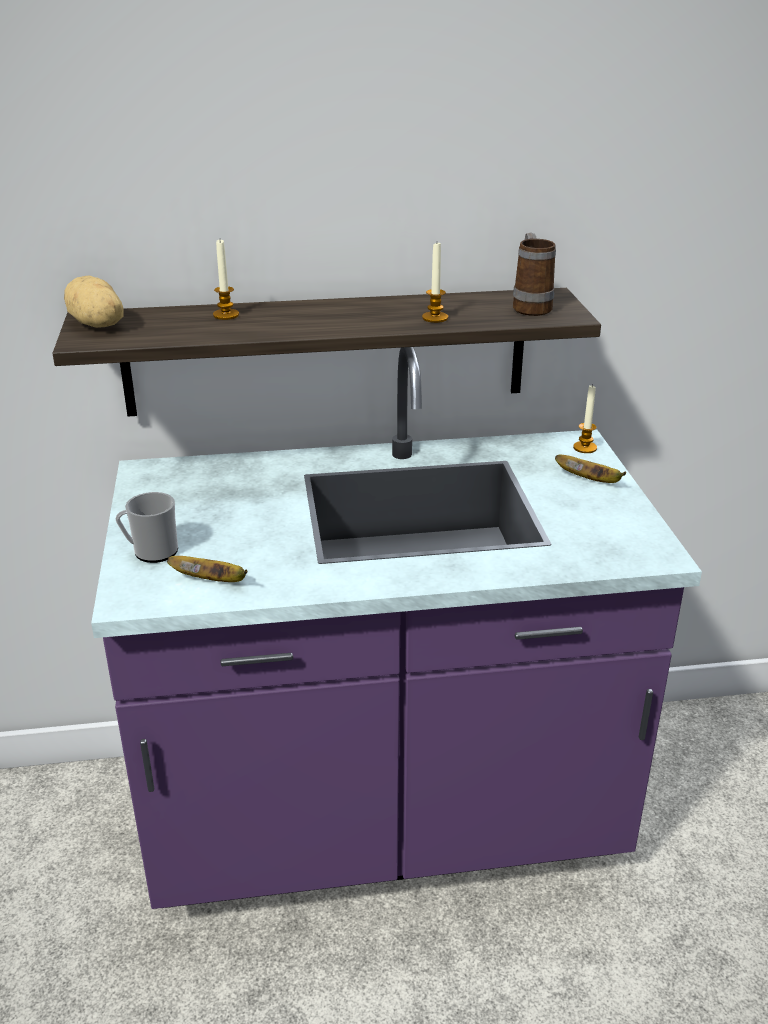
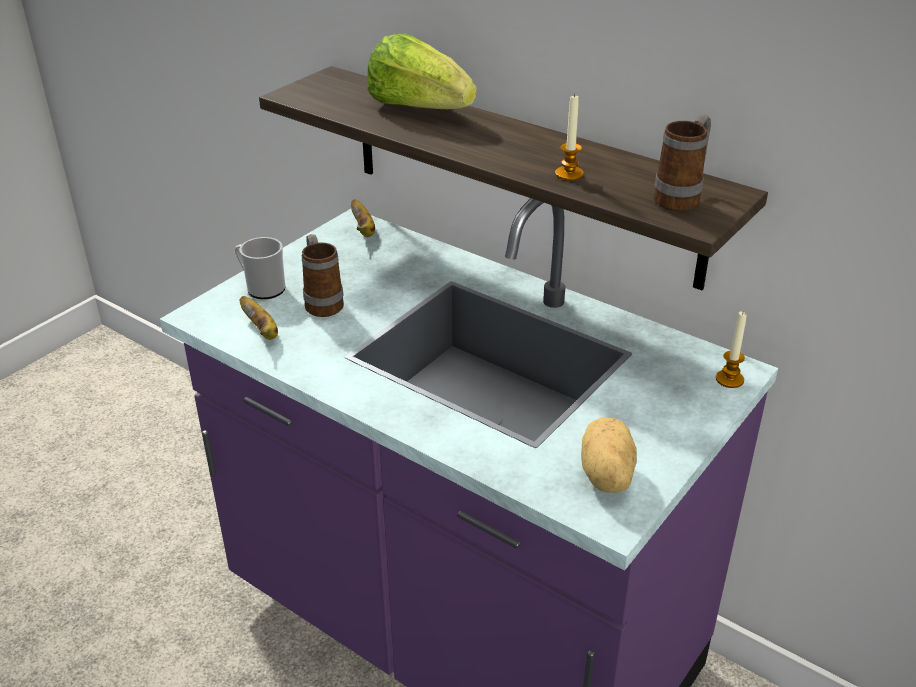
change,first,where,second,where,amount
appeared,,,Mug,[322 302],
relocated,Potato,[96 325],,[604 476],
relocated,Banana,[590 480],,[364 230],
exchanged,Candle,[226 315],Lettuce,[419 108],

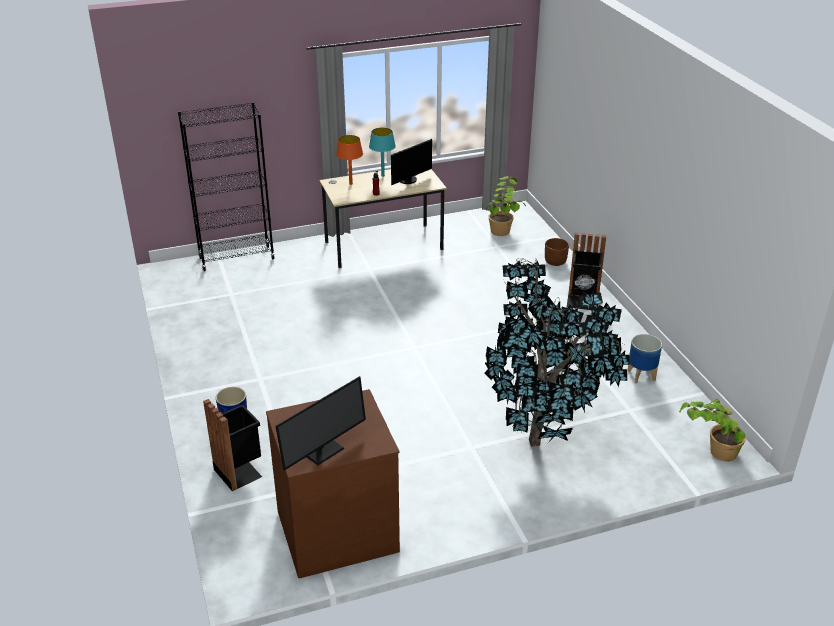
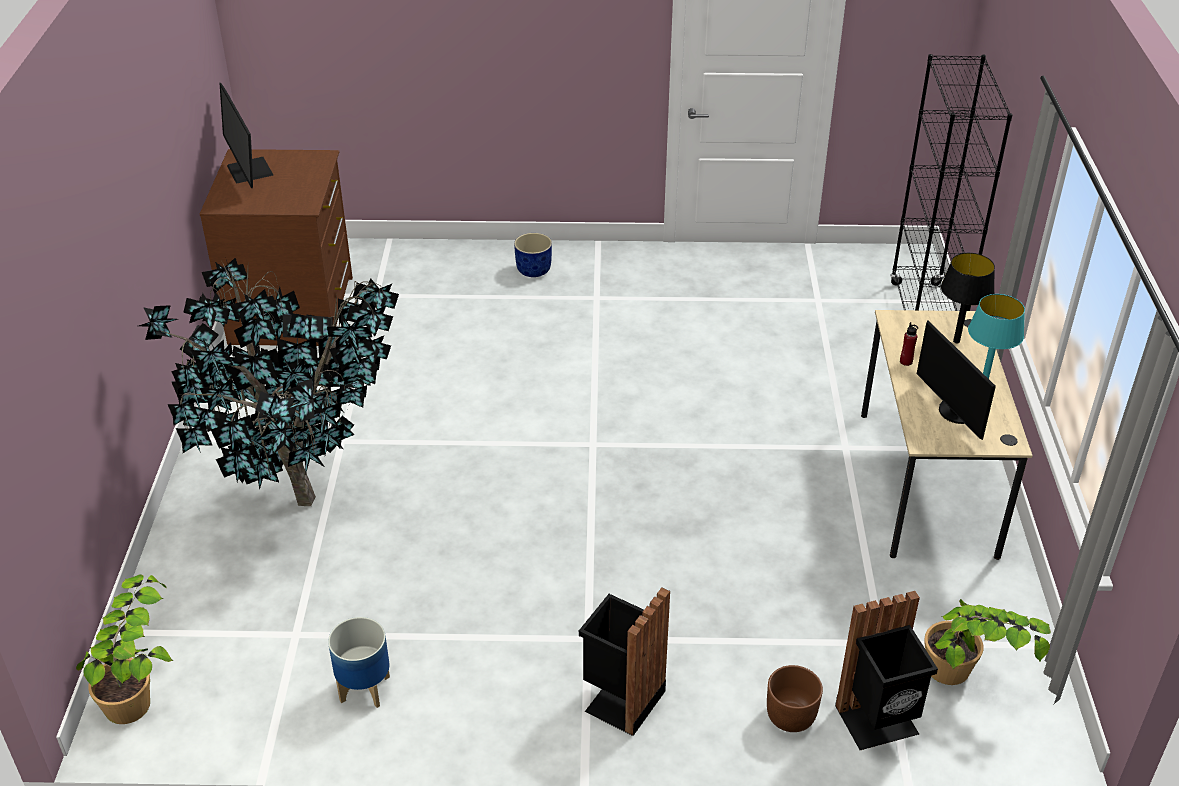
change,first,where,second,where,amount
relocated,BlackTrashCan,[239 472],,[879 722],
colour,OrangeTableLamp,[350 184],BlackTableLamp,[956 341],

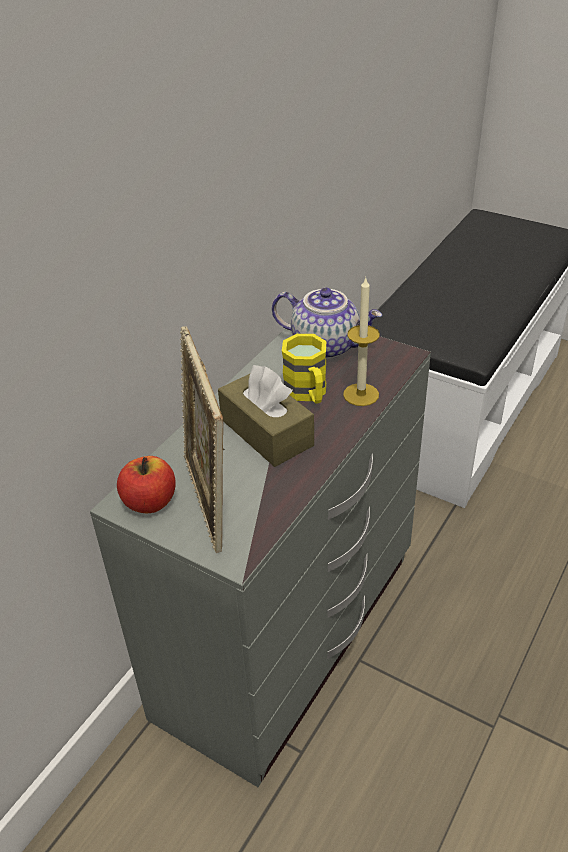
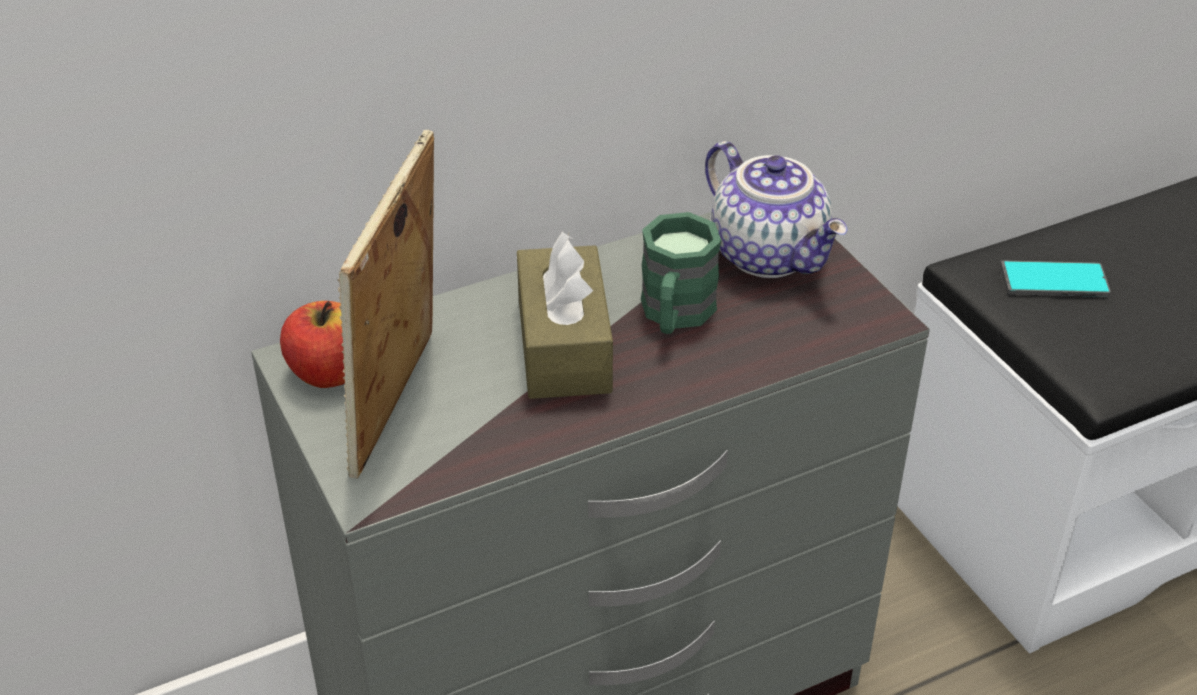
change,first,where,second,where,amount
missing,Candle,[361 394],,,
appeared,,,Phone,[1054 280],
colour,YellowMug,[308 393],GreenMug,[675 315],

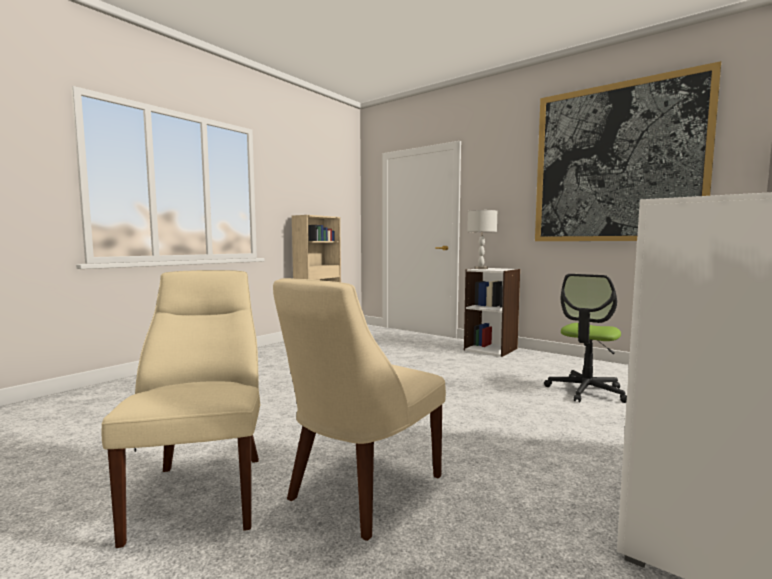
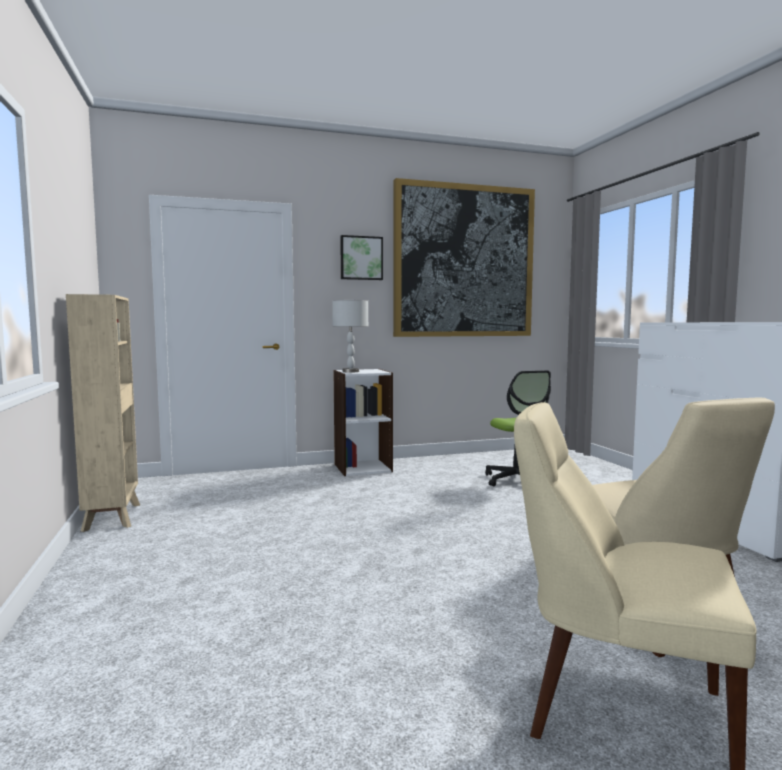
change,first,where,second,where,amount
appeared,,,Picture,[361 258],

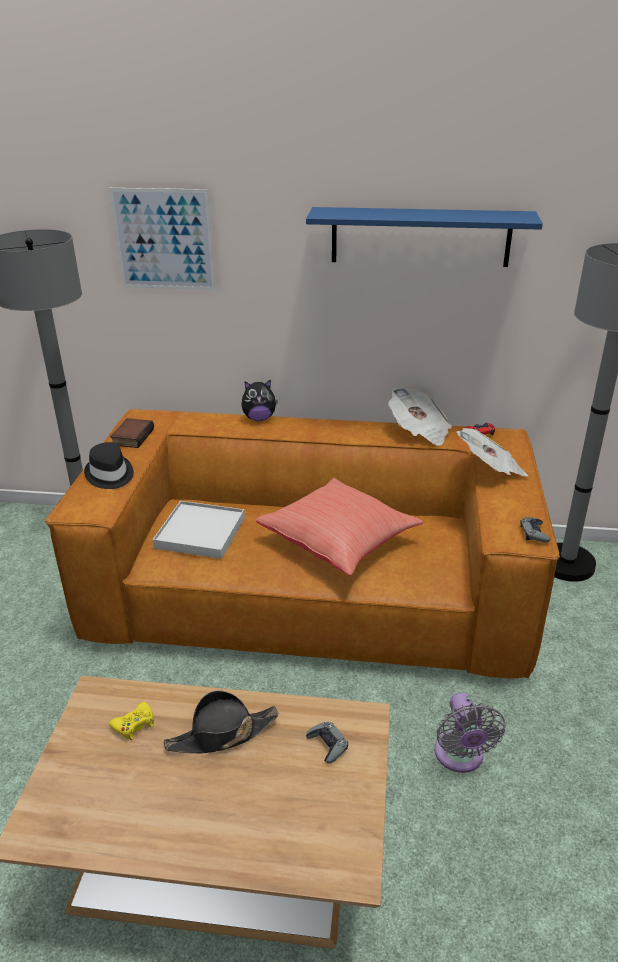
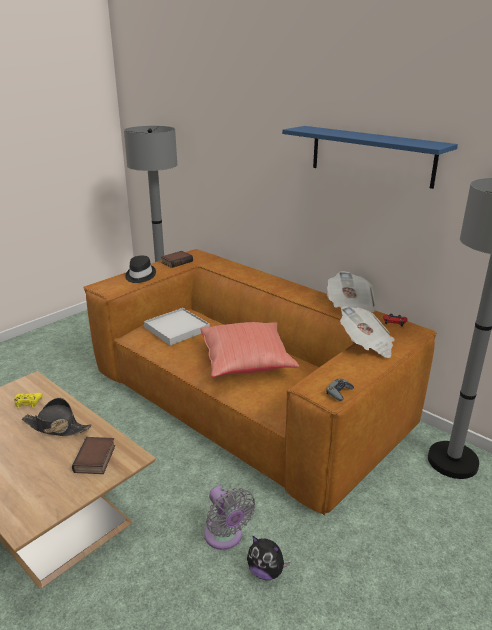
change,first,where,second,where,amount
missing,Picture,[163 240],,,
relocated,PlushToy,[259 418],,[266 571],
exchanged,GreyGameController,[327 744],Book,[96 459],
spun,GreyFan,[460 757],,[225 537],60 degrees counterclockwise

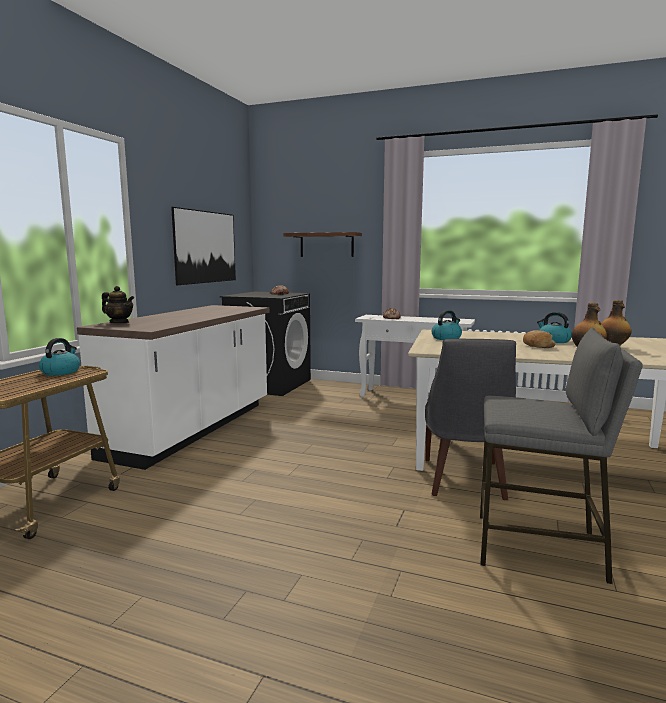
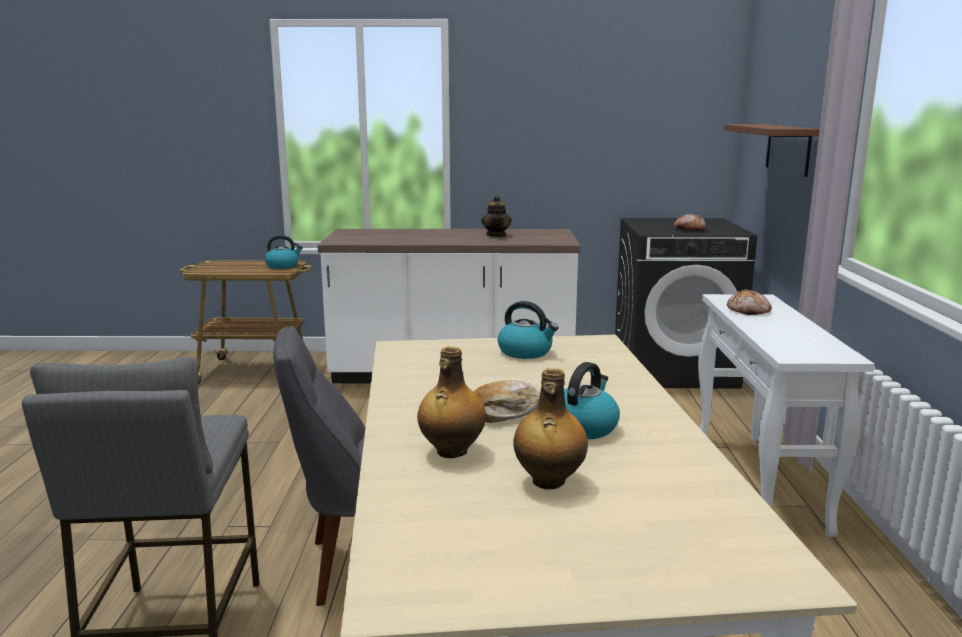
change,first,where,second,where,amount
missing,Picture,[206 247],,,
relocated,Teapot,[119 323],,[496 235],

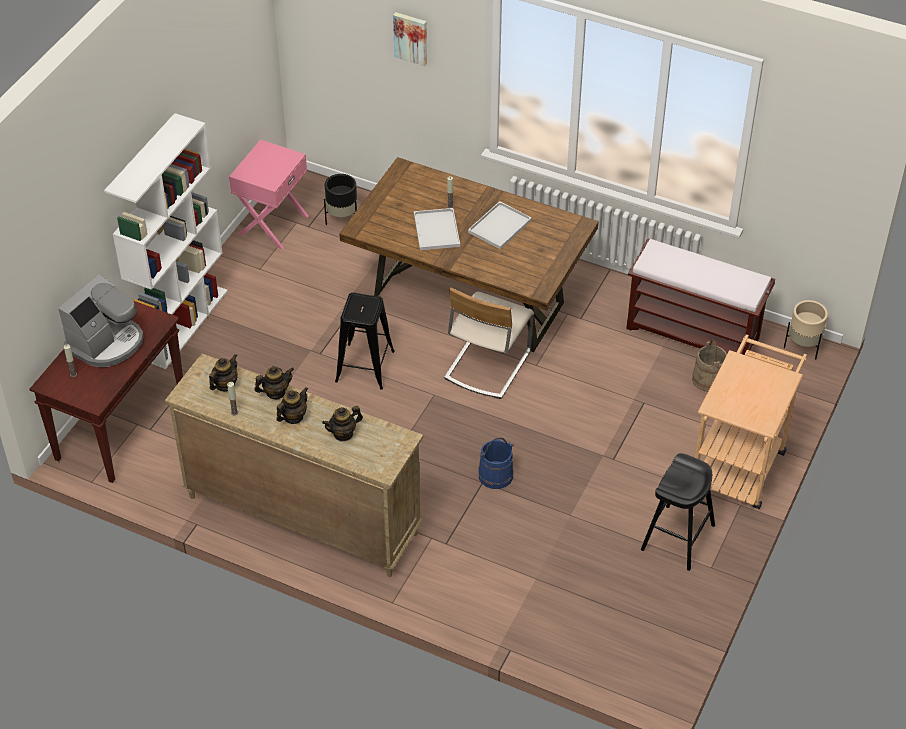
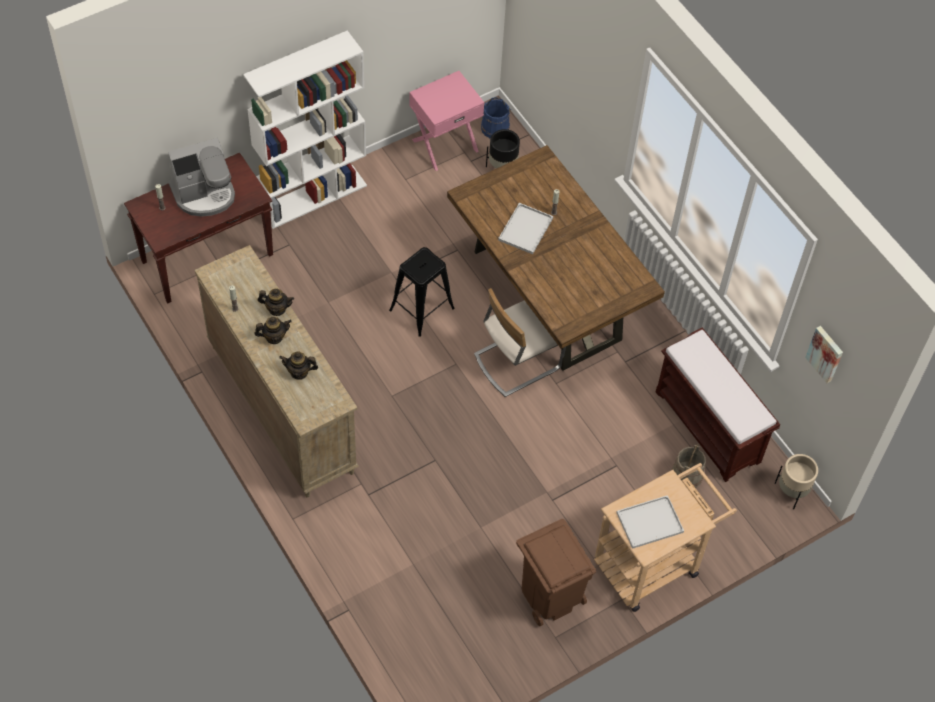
change,first,where,second,where,amount
missing,Teapot,[225 385],,,
relocated,Picture,[411 37],,[825 353],
relocated,WhiteTray,[499 227],,[649 523],
relocated,BlueBucket,[495 475],,[495 128],
exchanged,BlackStool,[678 537],BrownTrashCan,[549 596],

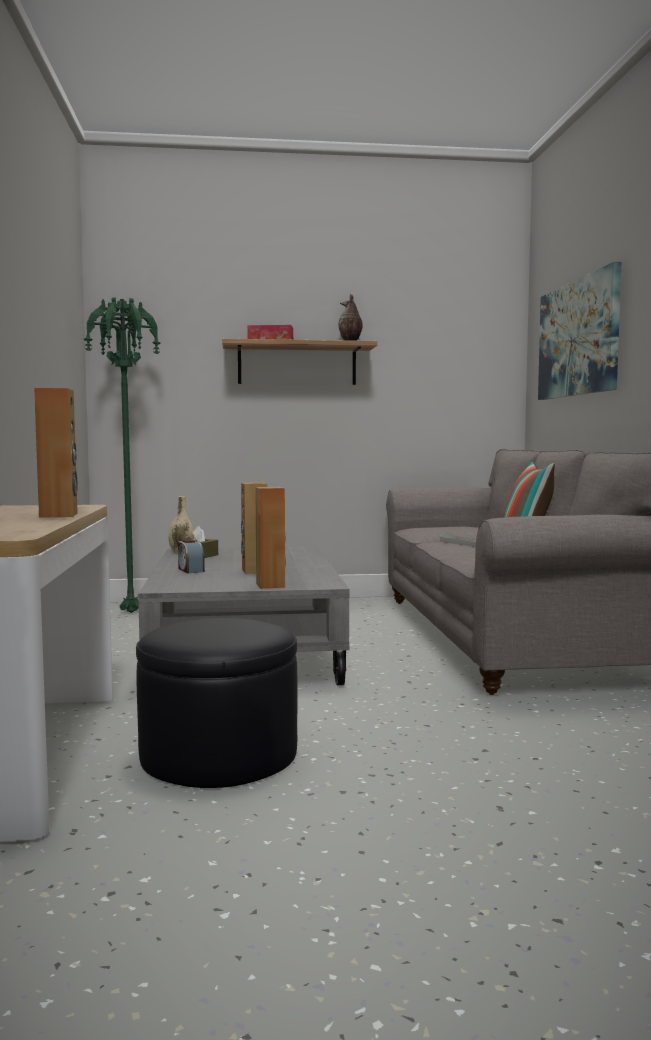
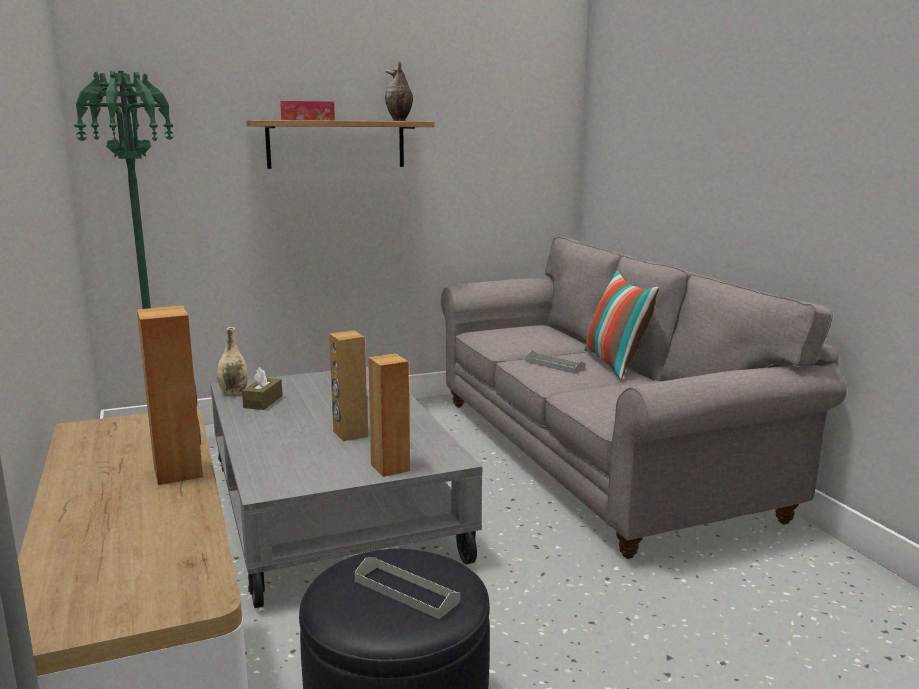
change,first,where,second,where,amount
missing,AlarmClock,[190 570],,,
missing,Picture,[578 338],,,
appeared,,,GreyTray,[406 591],

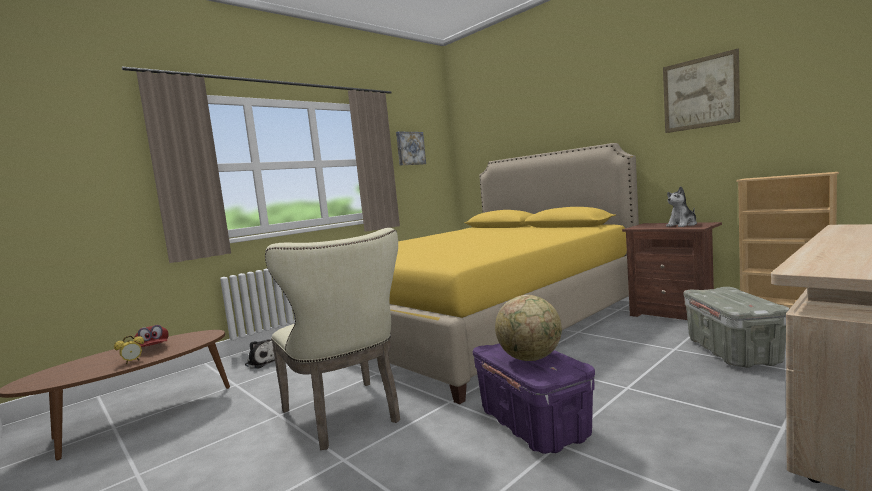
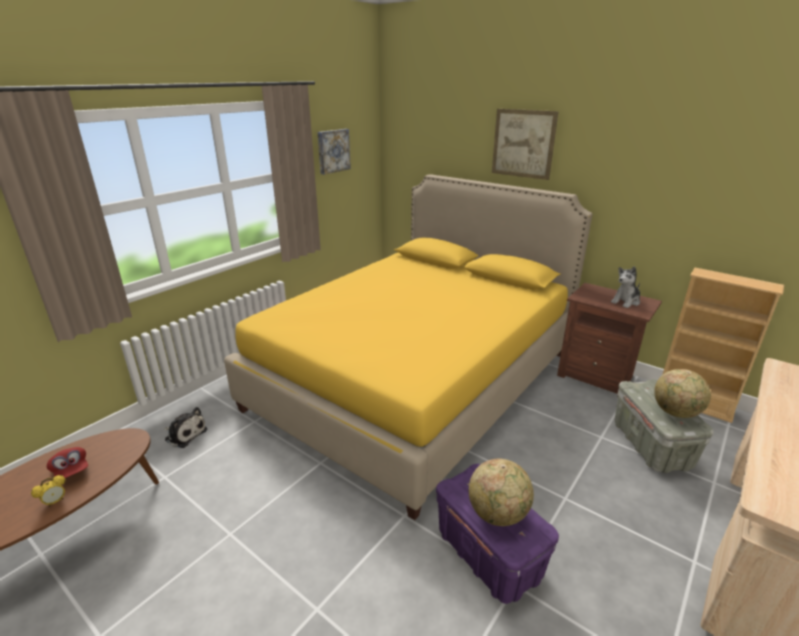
change,first,where,second,where,amount
missing,BeigeChair,[346 417],,,
appeared,,,Globe,[675 412],
relocated,Picture,[700 93],,[523 143],

